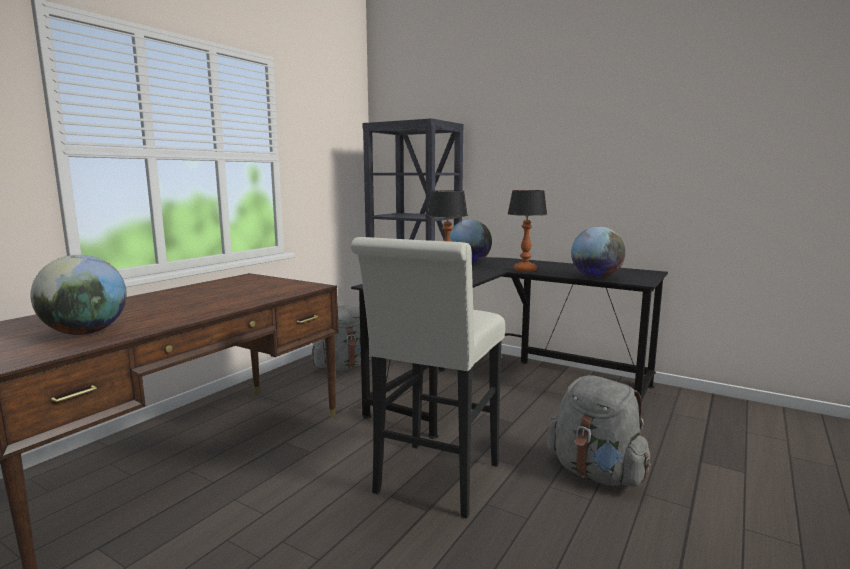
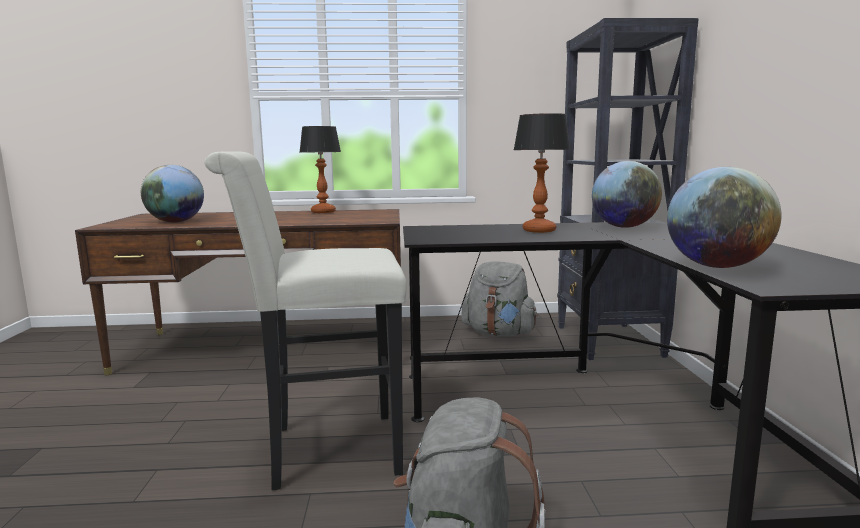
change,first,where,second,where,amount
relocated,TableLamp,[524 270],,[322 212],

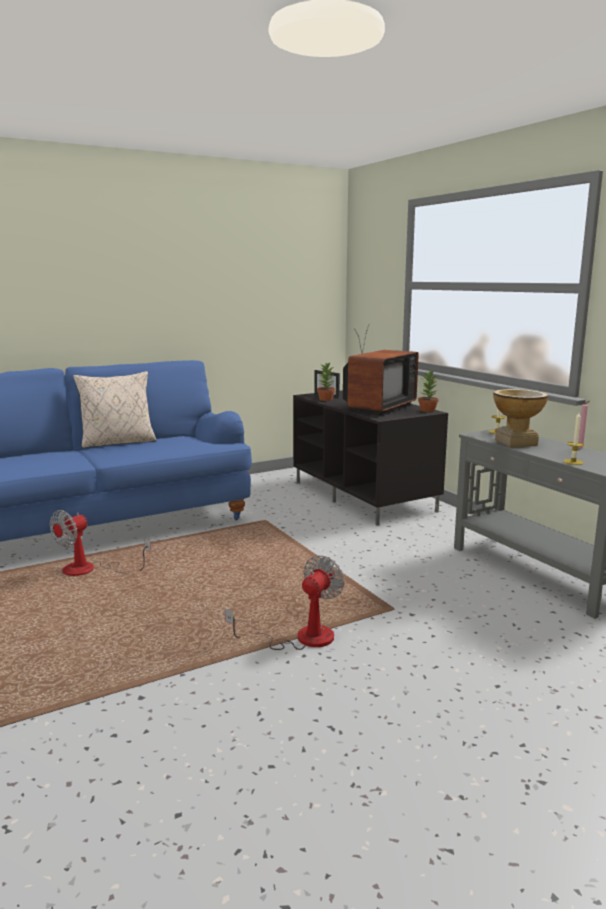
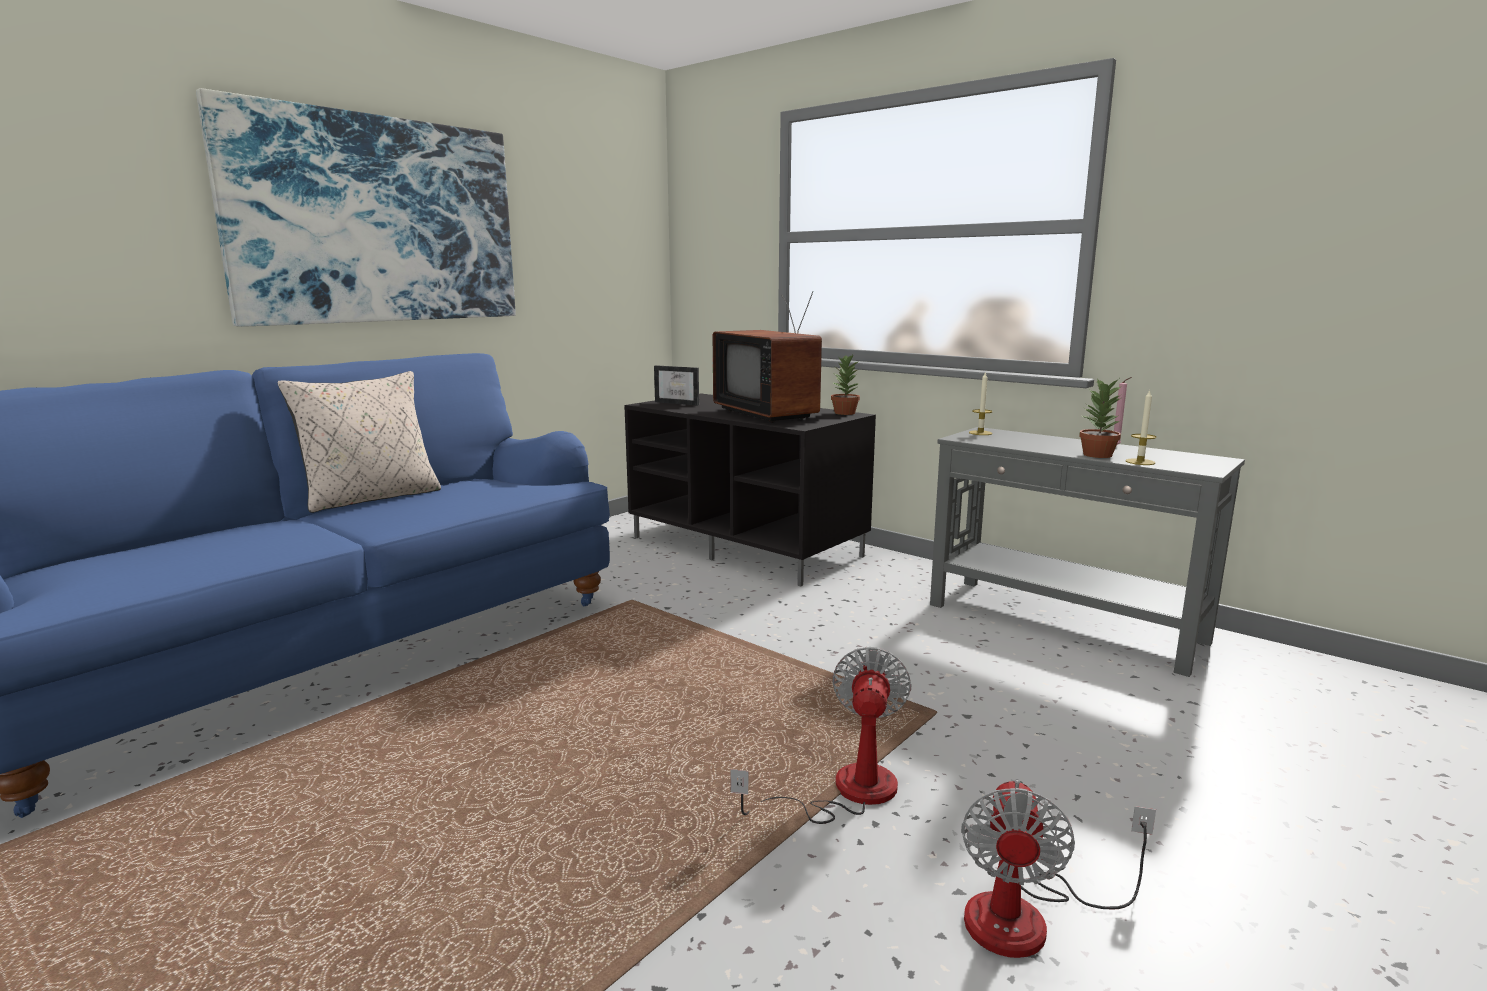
change,first,where,second,where,amount
missing,Vase,[516 442],,,
appeared,,,Picture,[378 221],
relocated,Fan,[90 570],,[1029 917],
relocated,PottedPlant,[325 399],,[1097 455],
spun,Television,[376 408],,[771 414],135 degrees clockwise

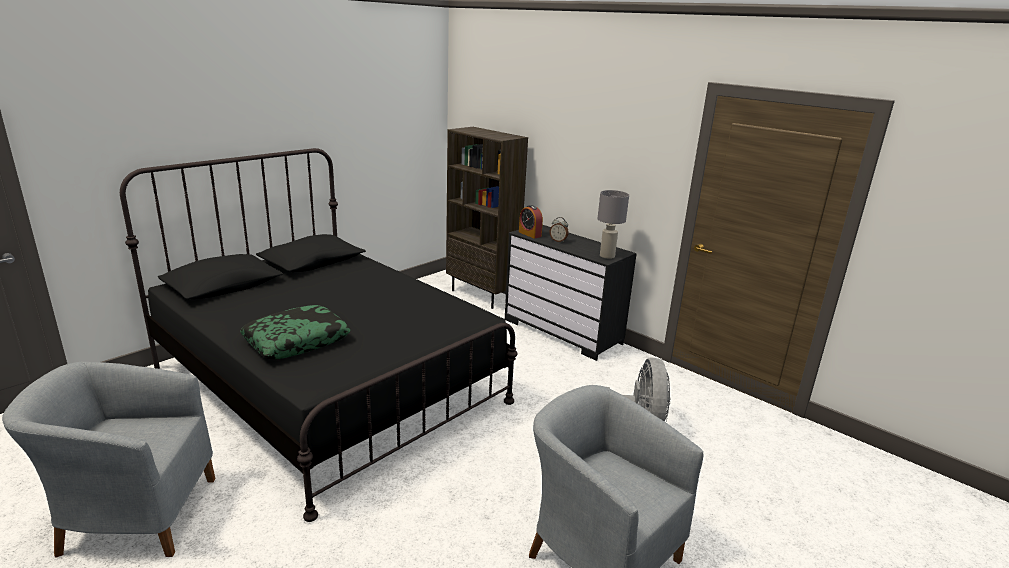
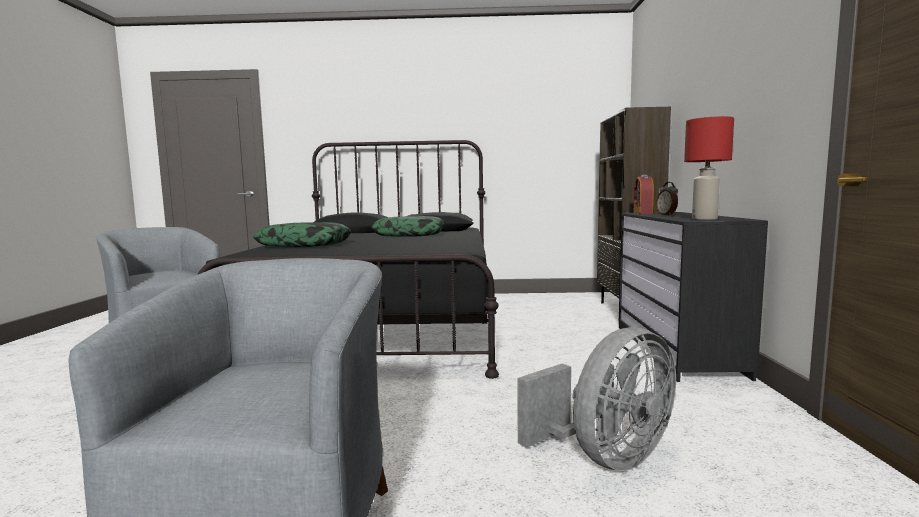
change,first,where,second,where,amount
appeared,,,Pillow,[410 235],
colour,GreyTableLamp,[607 256],RedTableLamp,[705 219],

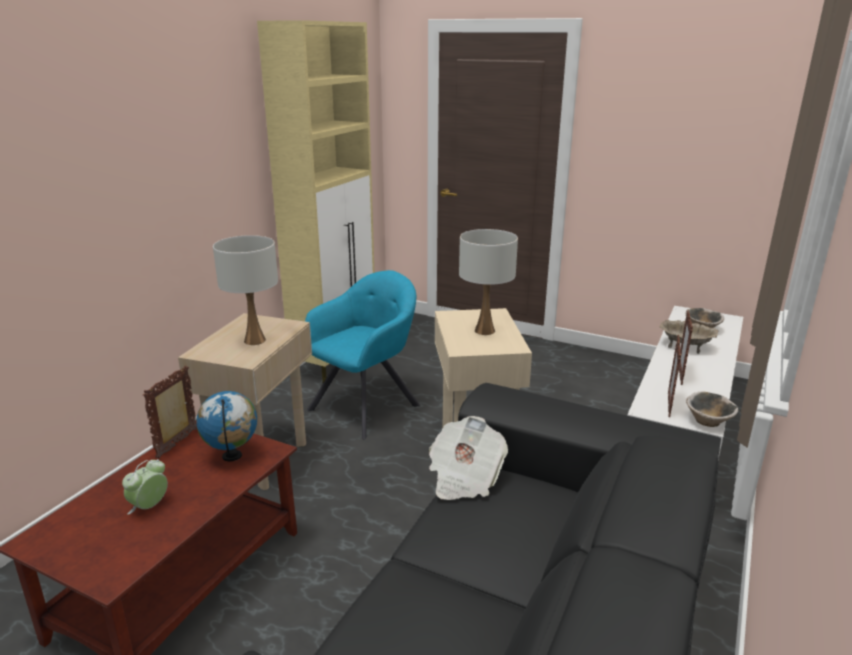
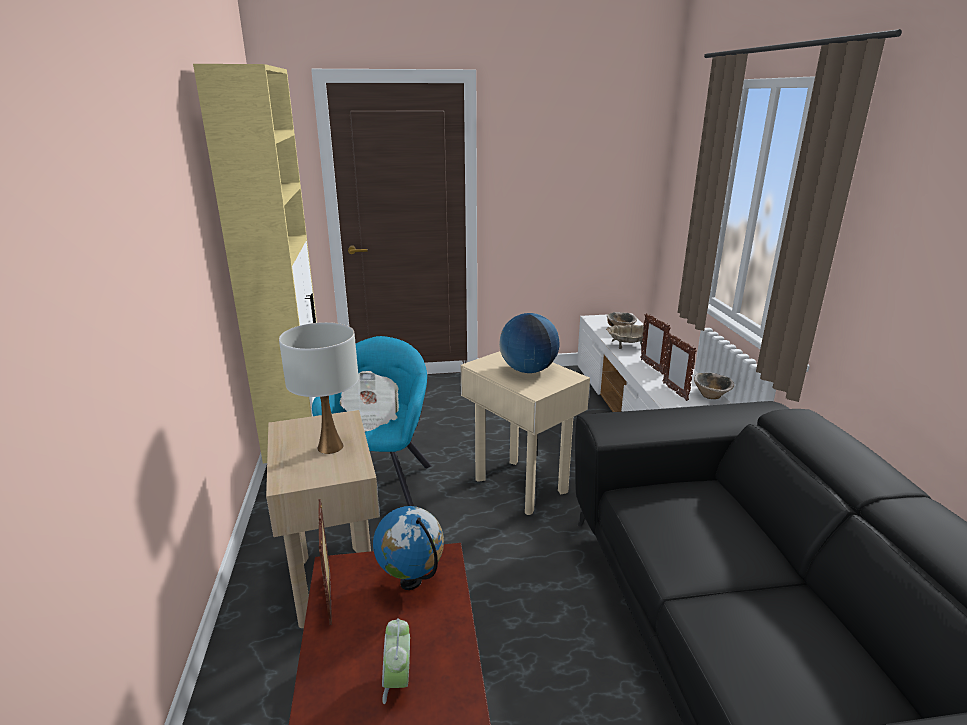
change,first,where,second,where,amount
relocated,Newspaper,[464 477],,[371 415],
exchanged,WhiteTableLamp,[484 331],Globe,[528 370],

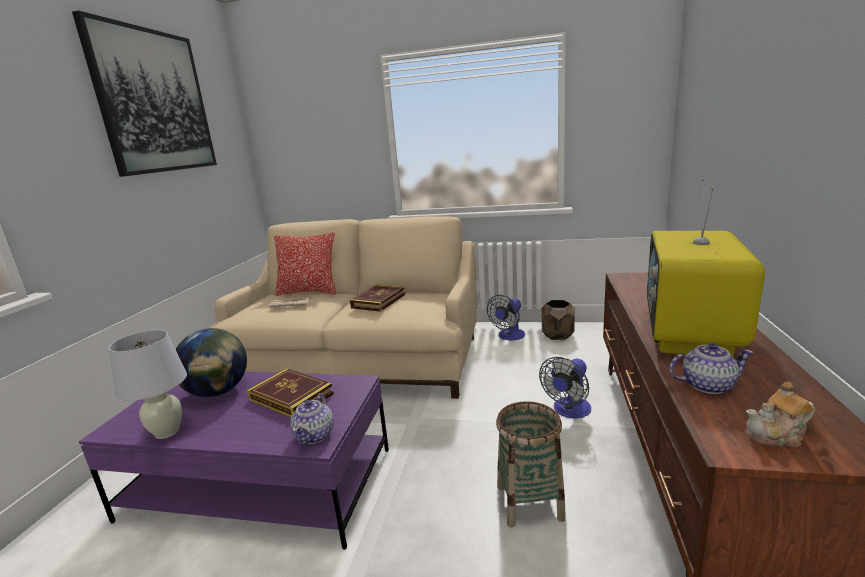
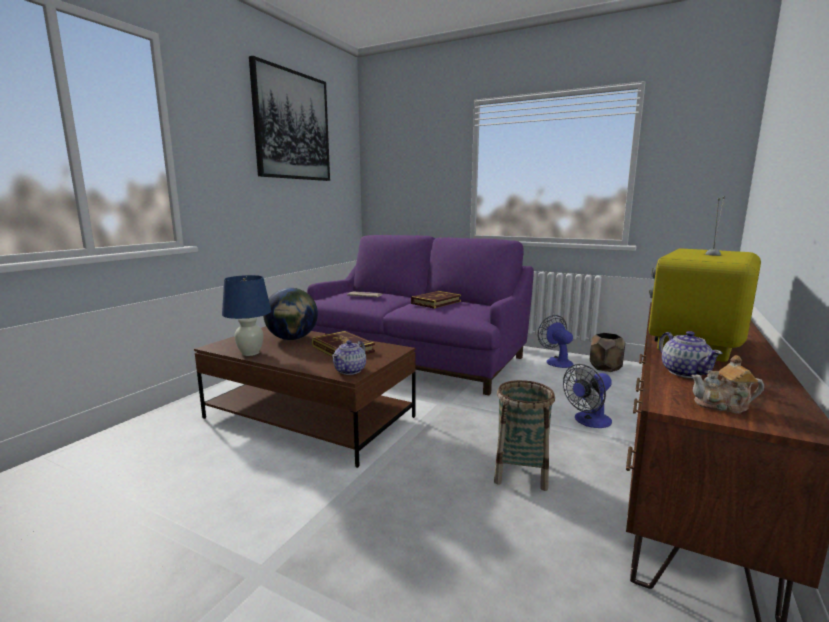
change,first,where,second,where,amount
missing,Pillow,[309 292],,,
colour,PurpleCoffeeTable,[260 484],BrownCoffeeTable,[309 417],
colour,WhiteTableLamp,[167 432],BlueTableLamp,[250 353],
colour,BeigeSofa,[360 359],PurpleSofa,[415 356],
spun,Fan,[509 336],,[556 361],105 degrees clockwise
spun,Teapot,[706 385],,[684 372],60 degrees clockwise

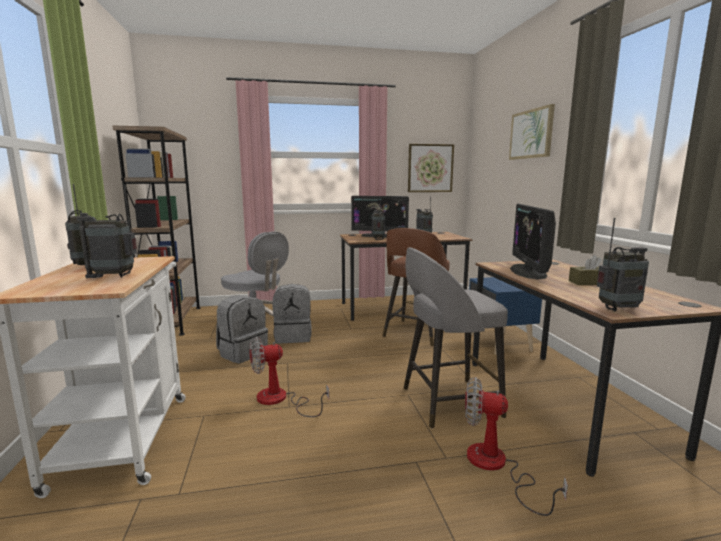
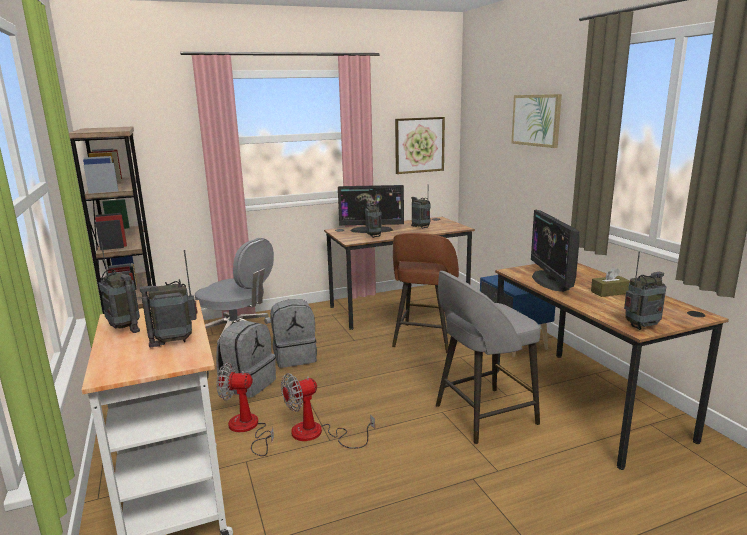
change,first,where,second,where,amount
relocated,Fan,[496 467],,[247 429],

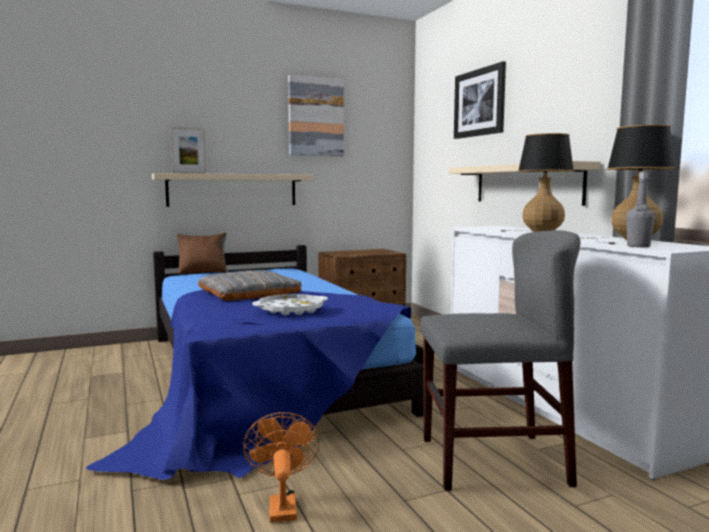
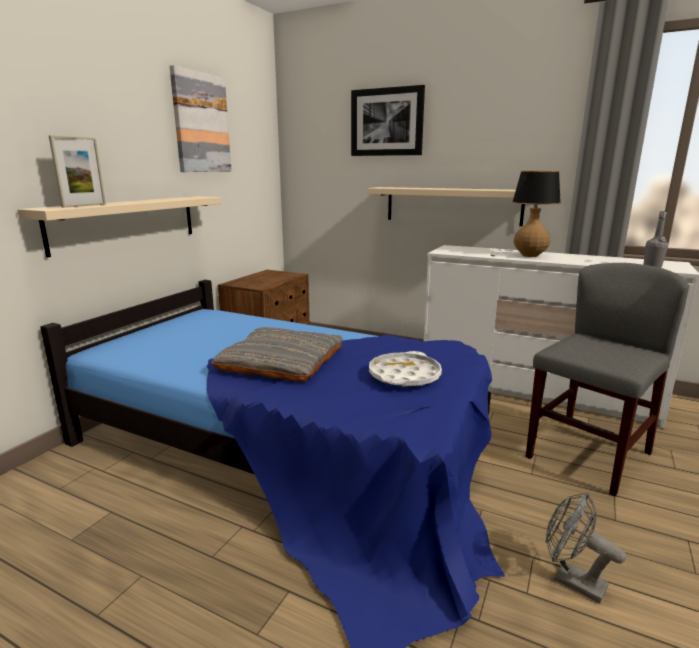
change,first,where,second,where,amount
missing,BrownPillow,[203 272],,,
missing,TableLamp,[626 240],,,
colour,OrangeFan,[282 505],GreyFan,[571 580],

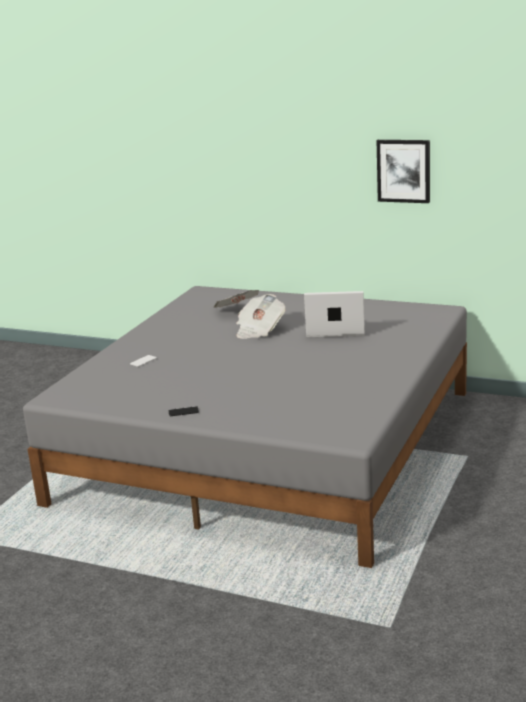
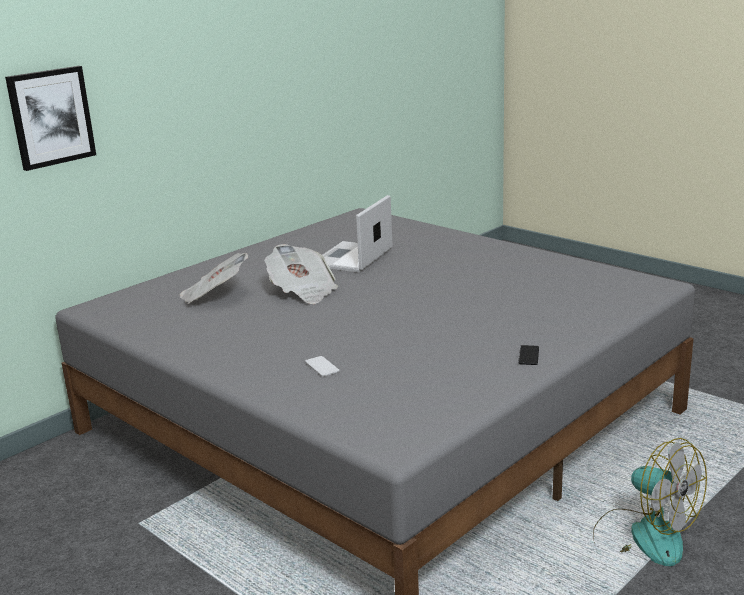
change,first,where,second,where,amount
appeared,,,Fan,[643 535],
relocated,Picture,[403 171],,[51 117],

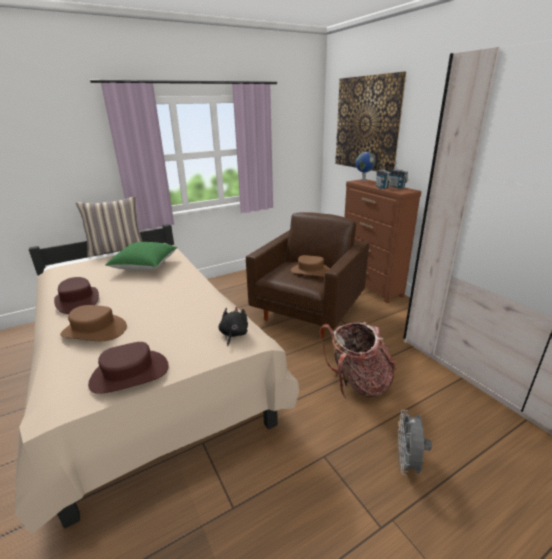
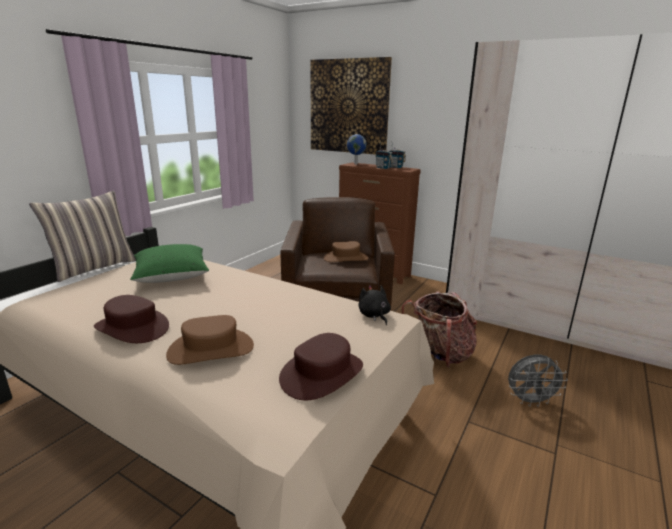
change,first,where,second,where,amount
spun,GreyFan,[407 463],,[530 401],75 degrees counterclockwise

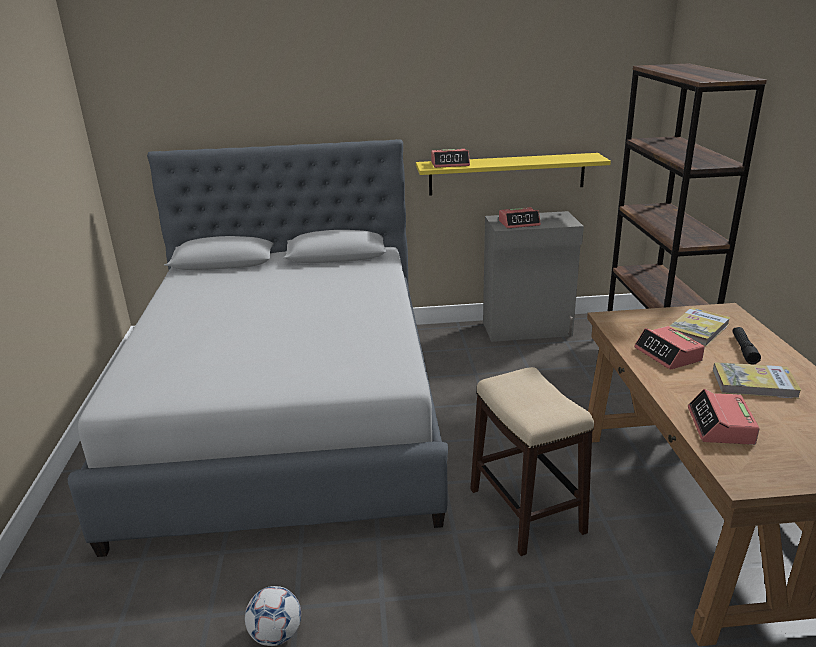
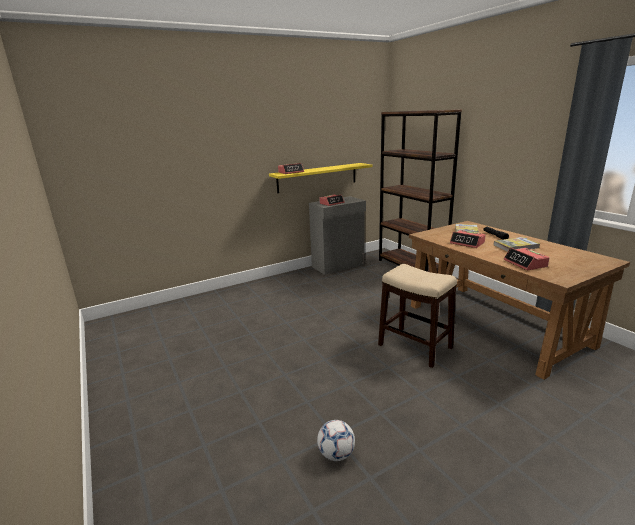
change,first,where,second,where,amount
missing,GreyBed,[289 414],,,

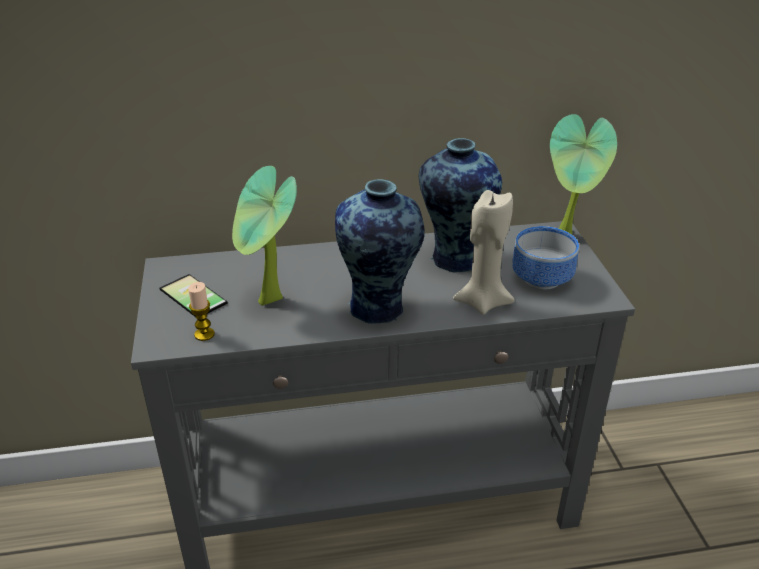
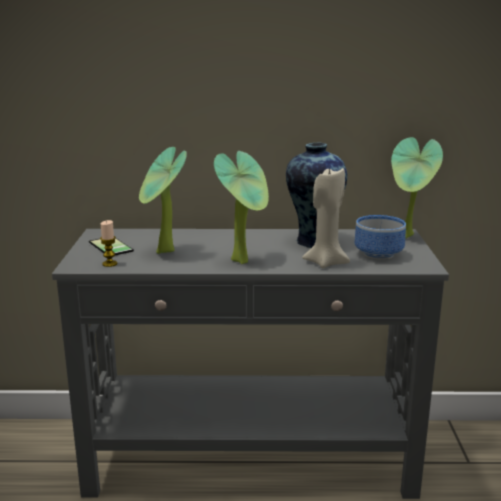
change,first,where,second,where,amount
exchanged,Vase,[379 308],PottedPlant,[244 260],

